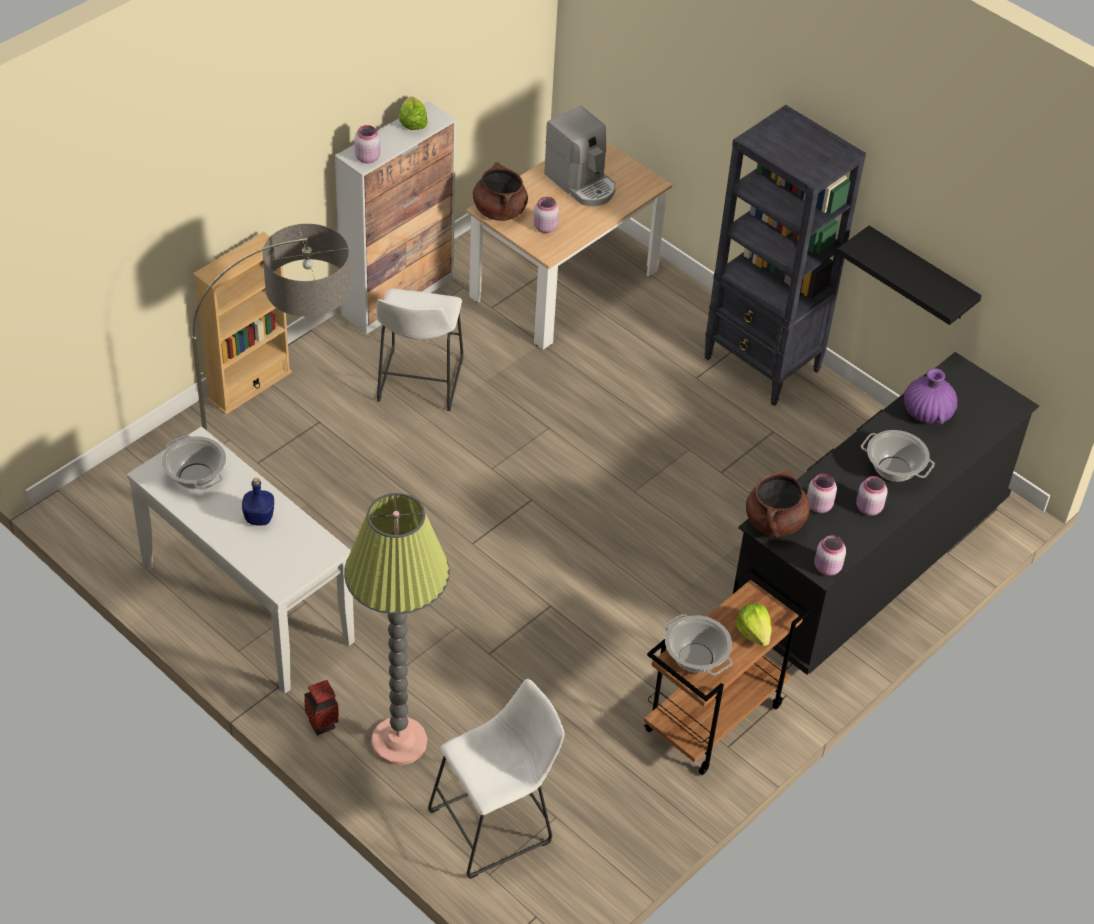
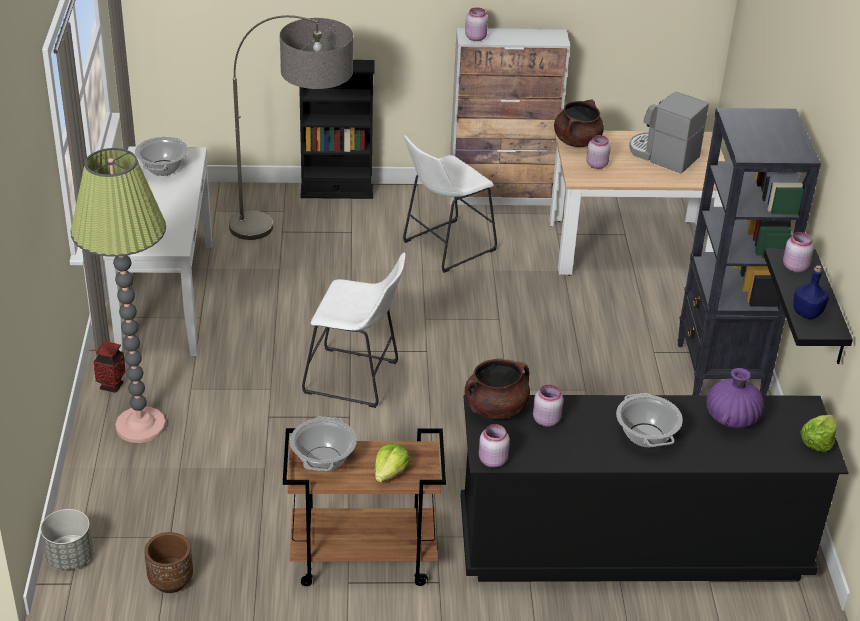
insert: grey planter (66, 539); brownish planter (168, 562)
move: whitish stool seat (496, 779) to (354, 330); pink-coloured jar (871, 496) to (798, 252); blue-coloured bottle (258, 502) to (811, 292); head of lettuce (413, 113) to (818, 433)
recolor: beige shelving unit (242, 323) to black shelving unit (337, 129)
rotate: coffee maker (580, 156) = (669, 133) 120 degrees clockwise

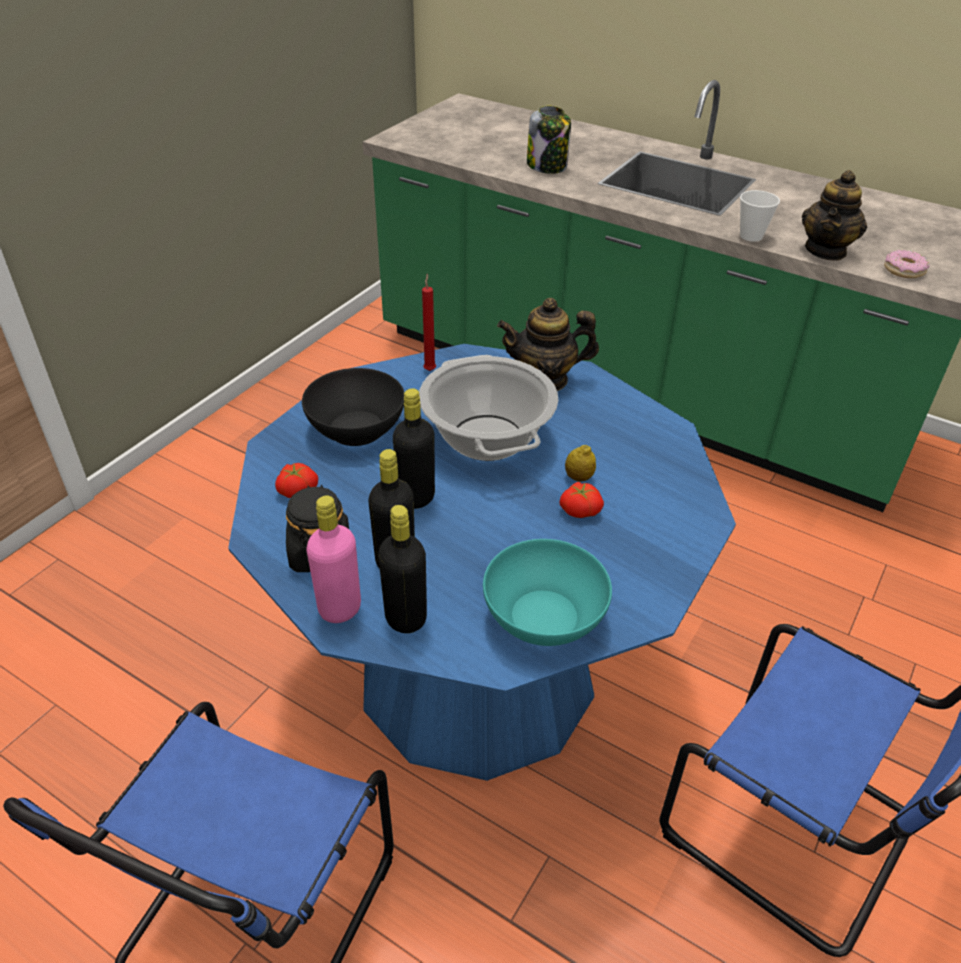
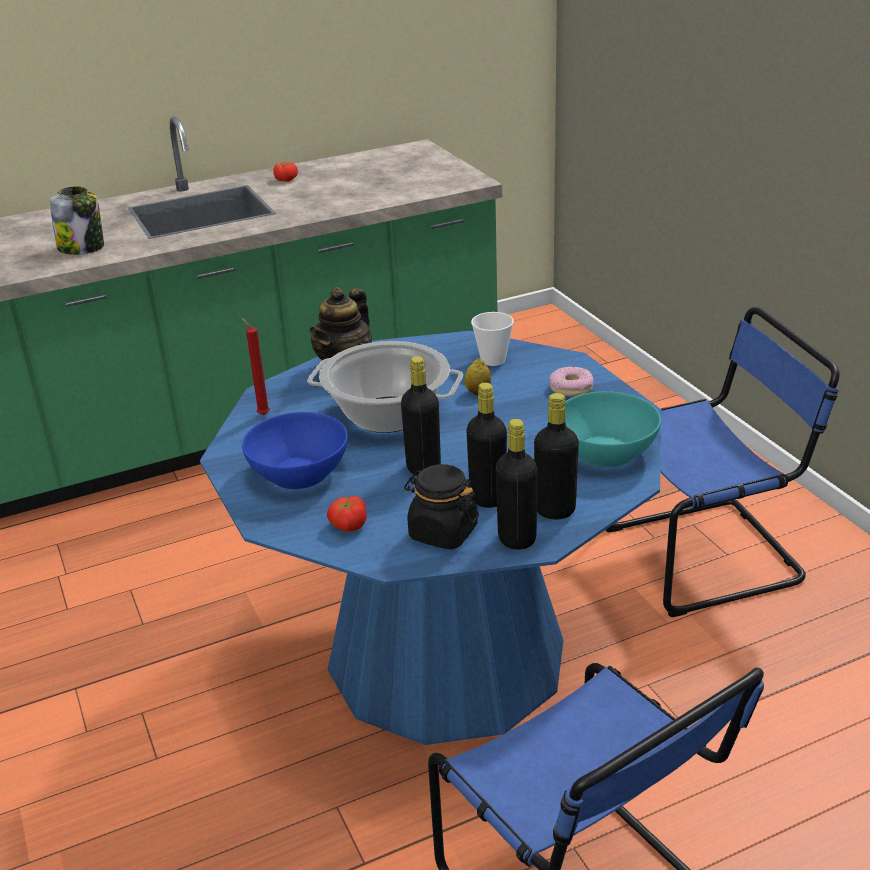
delete: tea pot (834, 215)
move: tomato (582, 500) to (285, 172); small cup (760, 216) to (492, 339); doughnut (907, 264) to (571, 382)
recolor: black bowl (353, 407) to blue-coloured bowl (295, 450); pink-coloured bottle (334, 559) to black bottle (517, 484)

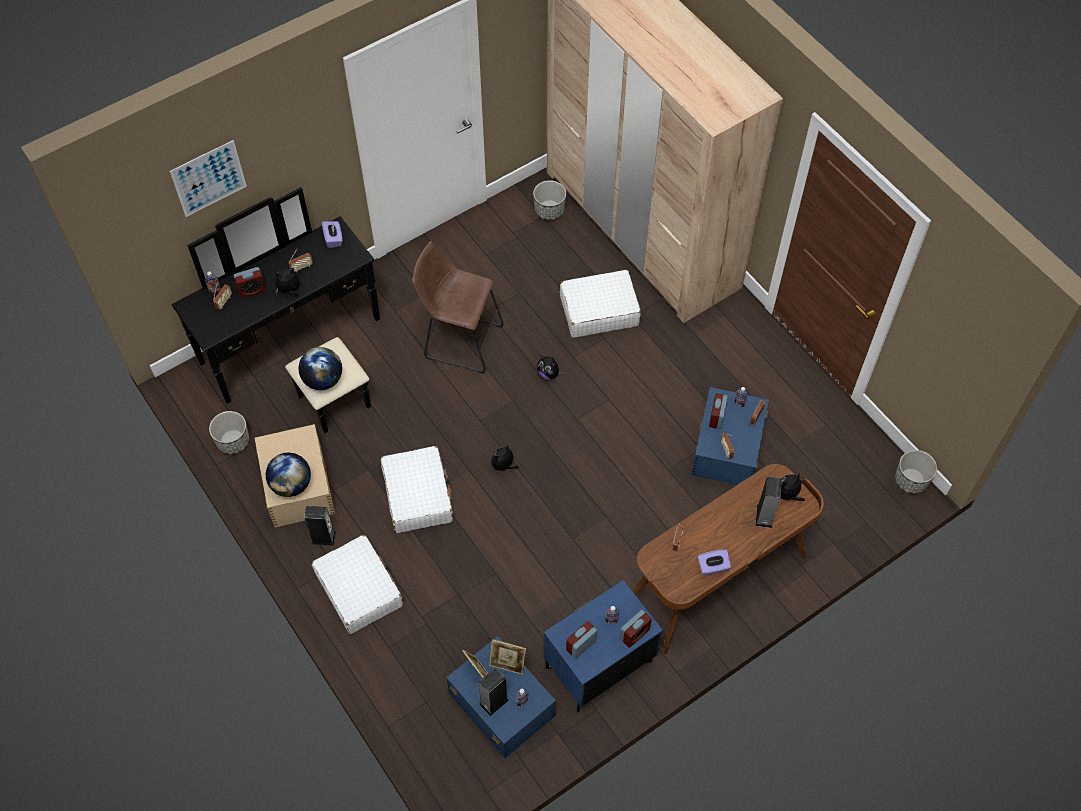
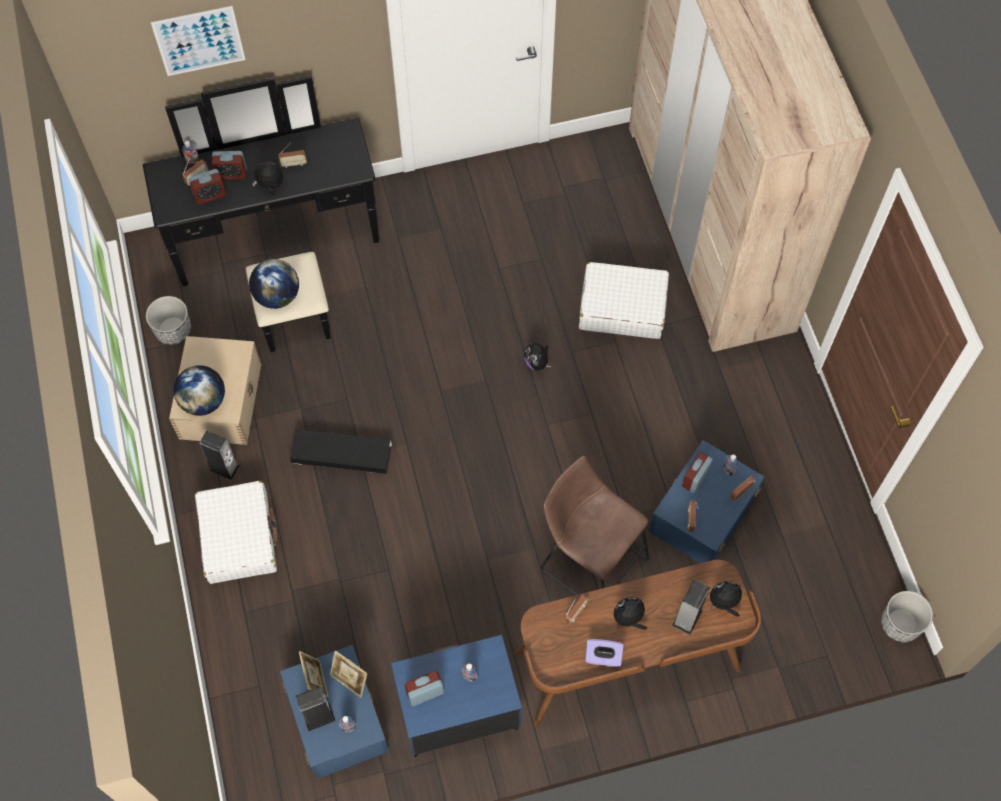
delete: purple tissue holder (332, 234); planter (549, 200)
move: alarm clock (636, 629) to (207, 187); brownish stool seat (458, 307) to (594, 525); cuddly toy (505, 458) to (630, 613)
replace: whitish suitcase (417, 489) to black storage container (341, 451)

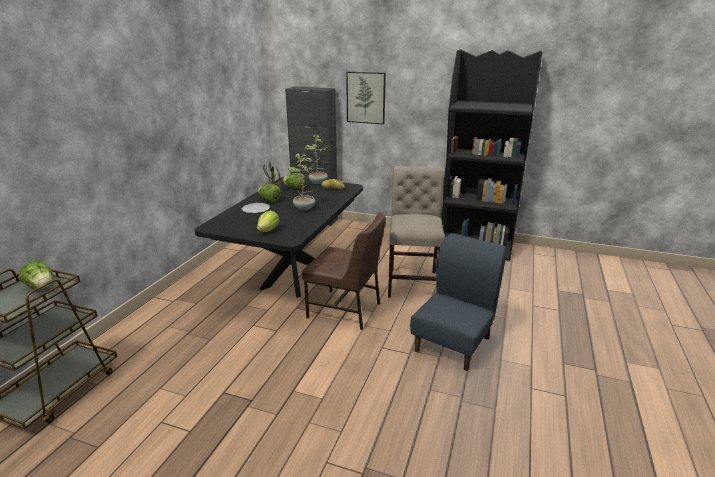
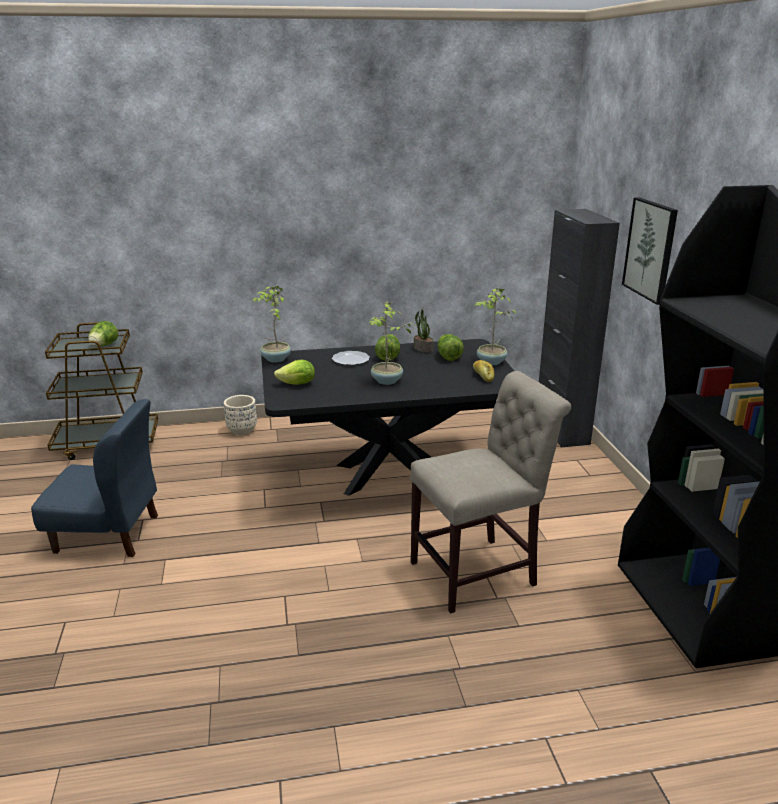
delete: brownish chair (344, 271)
insert: beige planter (240, 415); potted plant (271, 324)
move: blue-coloured chair (458, 302) to (94, 478)

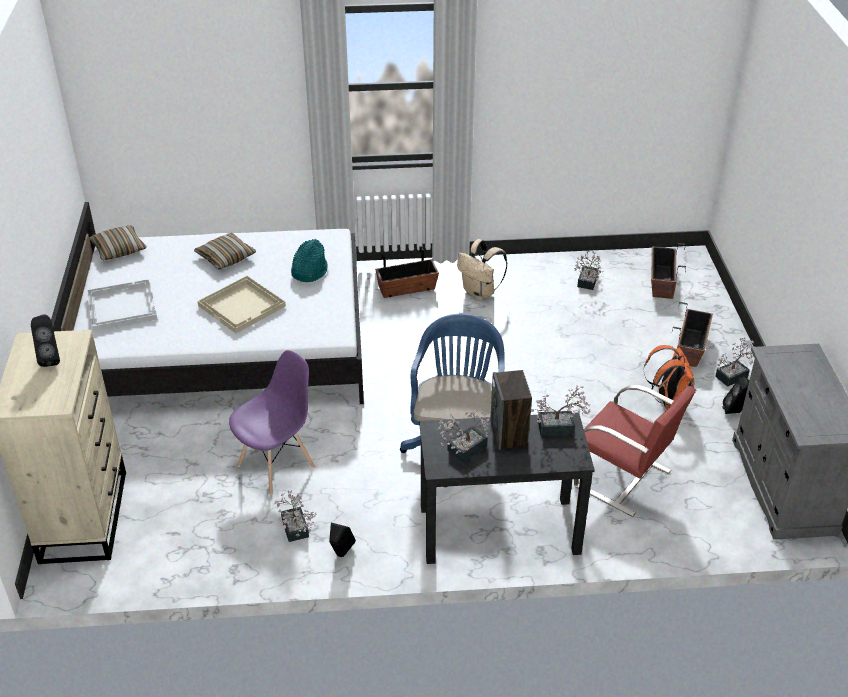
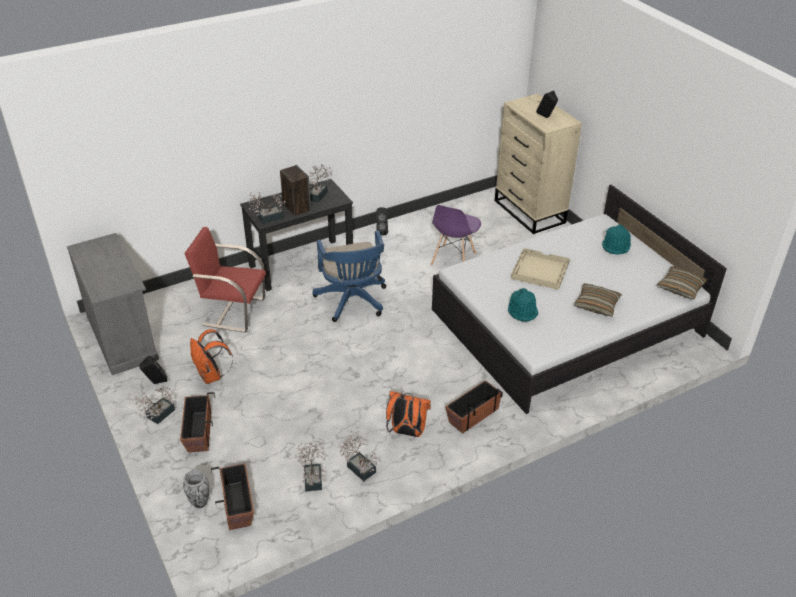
insert: vase (196, 489)
move: potted plant (296, 516) to (359, 456)
replace: whitish tray (122, 305) to blue-green hat (616, 240)
recolor: beige knapsack (482, 269) to orange knapsack (408, 414)

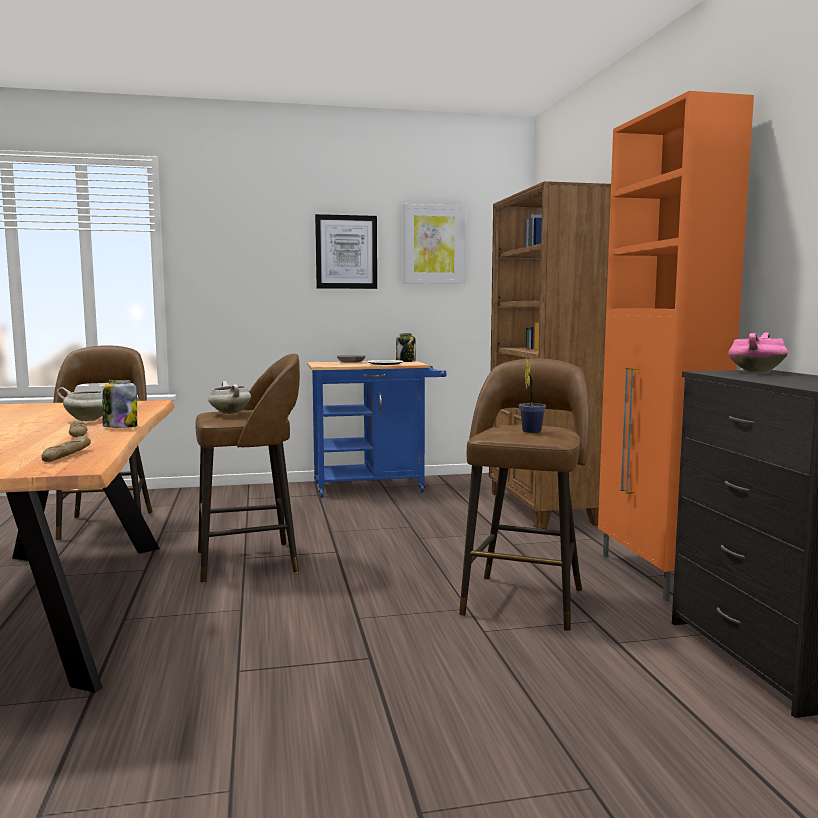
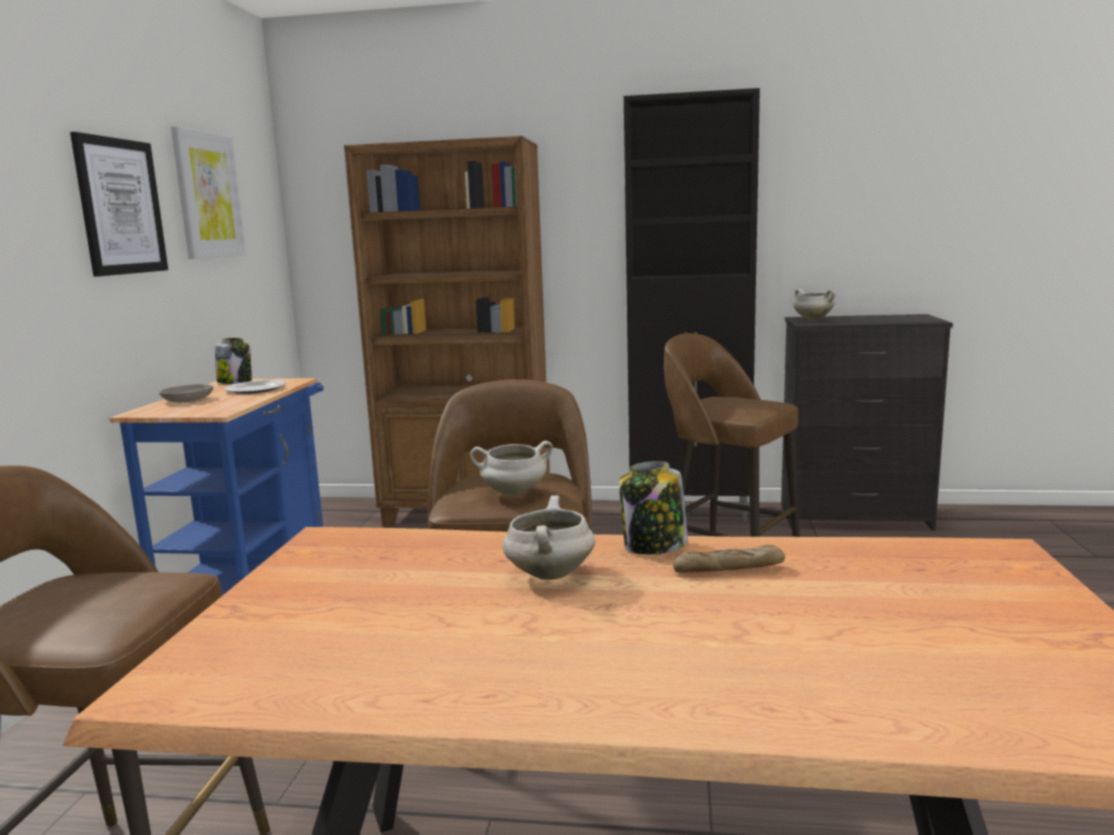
delete: bakery bread (66, 449); potted plant (532, 395)
recolor: orange cupboard (676, 346) to black cupboard (692, 304); pink-coloured stockpot (758, 353) to whitish stockpot (814, 304)

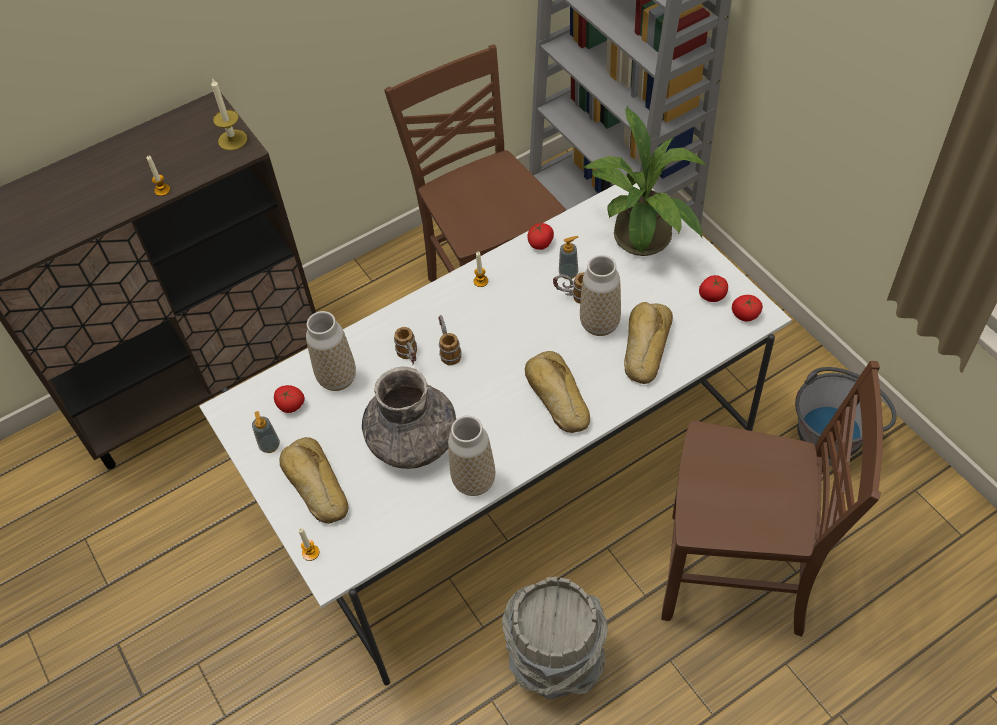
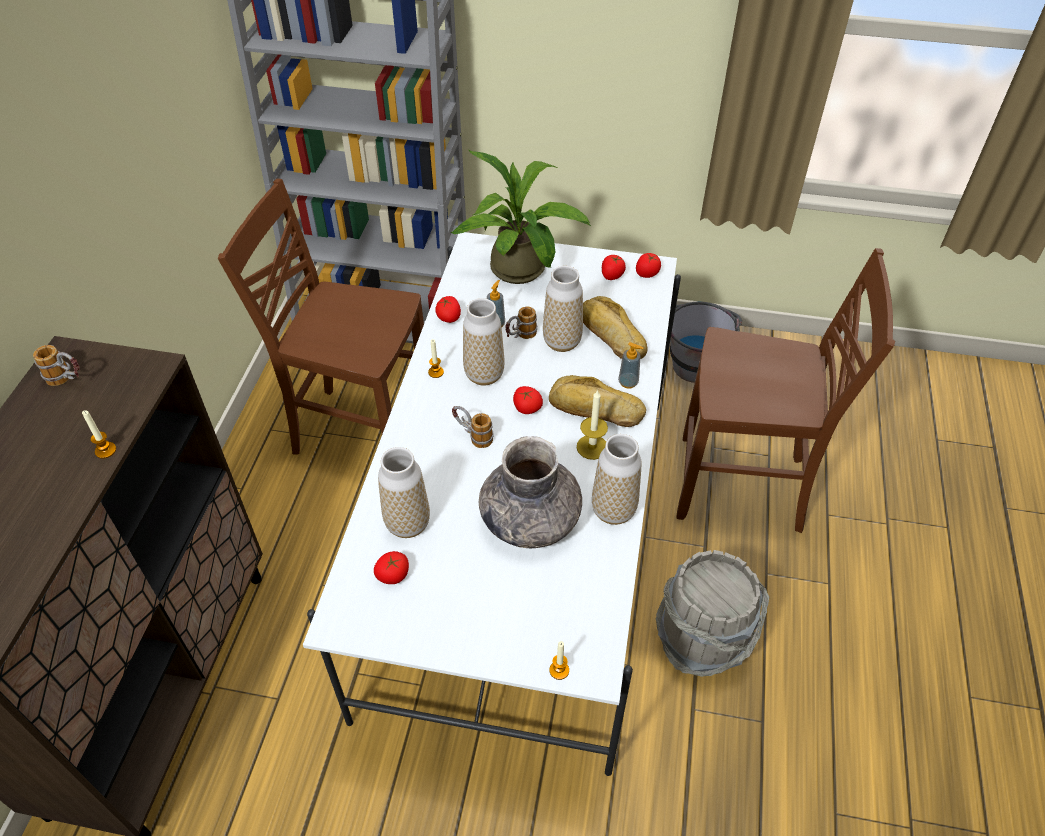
delete: bakery bread (314, 480)
insert: vase (484, 341); tomato (528, 400)
move: coffee mug (405, 346) to (56, 365); wax light (229, 114) to (592, 424); liquid soap bottle (266, 432) to (630, 365)
rotate: brownish chair (772, 499) = (785, 390) 45 degrees clockwise

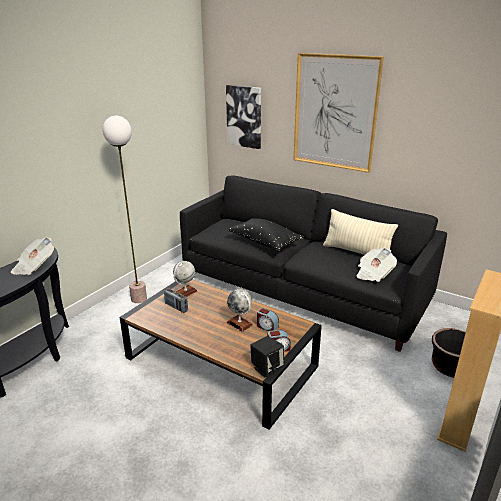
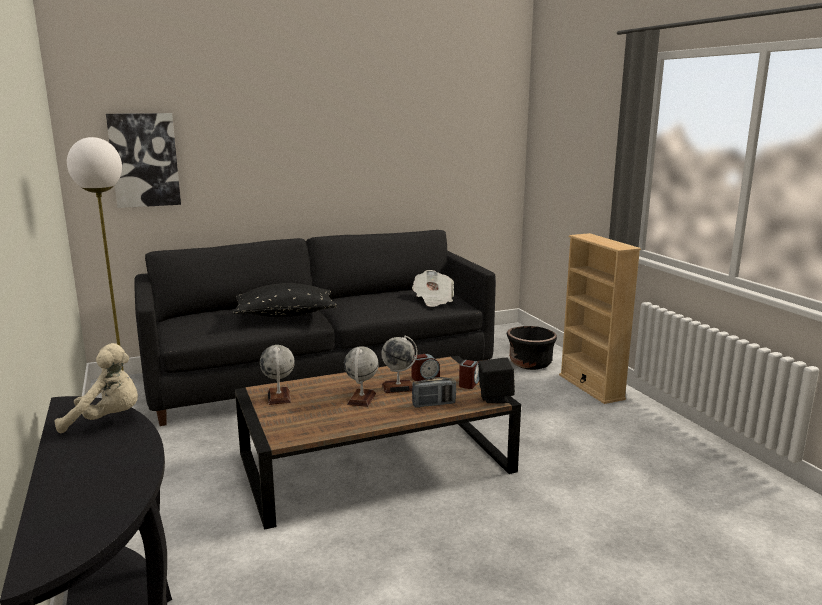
delete: wall picture (339, 113); beige pillow (360, 232)
insert: desk globe (361, 376)
move: radio receiver (176, 300) to (434, 392)
replace: daily paper (32, 256) to beige cuddly toy (96, 388)

